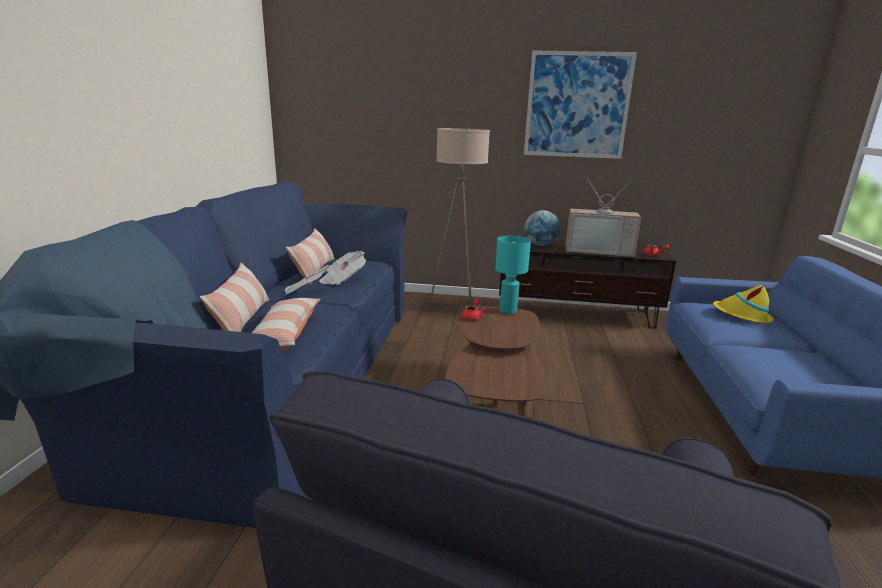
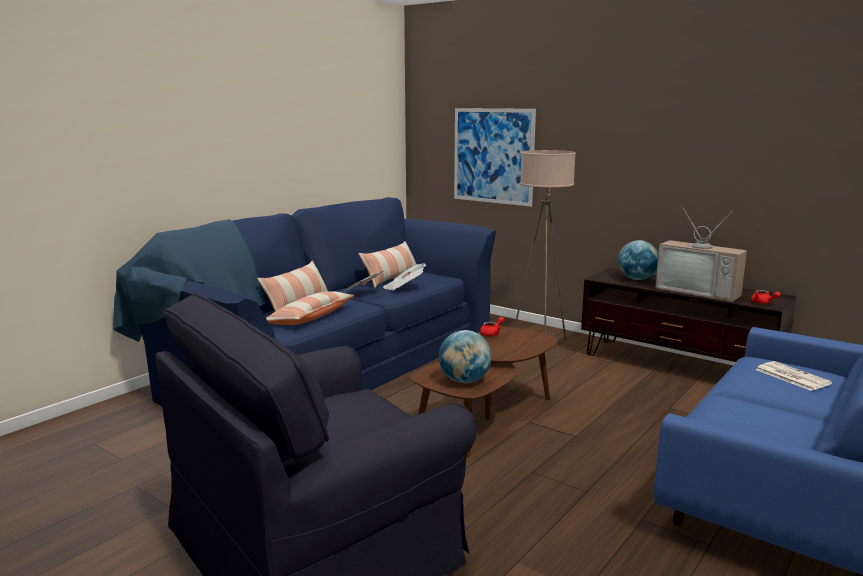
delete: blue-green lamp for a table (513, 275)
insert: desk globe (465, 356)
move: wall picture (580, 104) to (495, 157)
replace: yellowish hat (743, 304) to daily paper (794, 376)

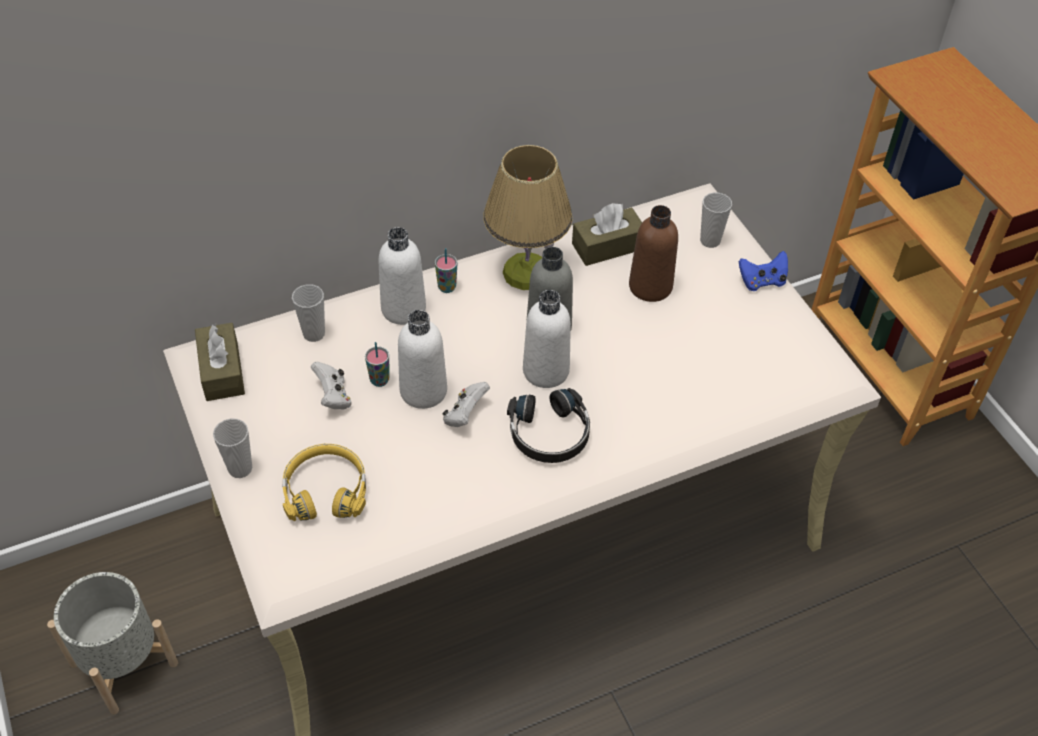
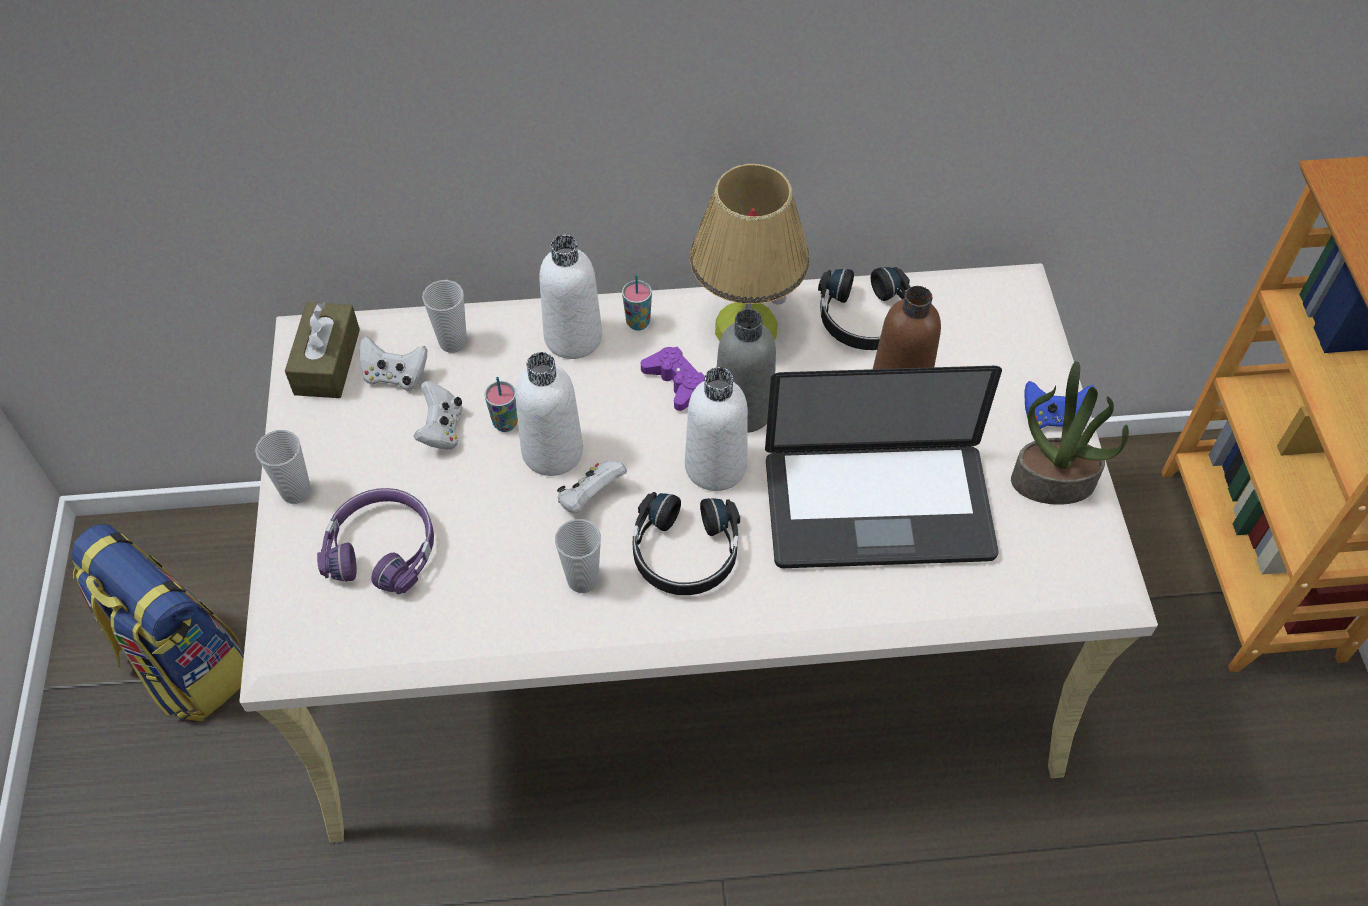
insert: whitish joypad (394, 363); purple joypad (673, 379); portable computer (883, 467); potted plant (1070, 433)
move: small cup (716, 220) to (578, 556)
replace: grey planter (112, 643) to knapsack (158, 622); brownish tissue holder (607, 234) to black pair of headphones (864, 308)
recolor: yellowish pair of headphones (324, 482) to purple pair of headphones (375, 541)

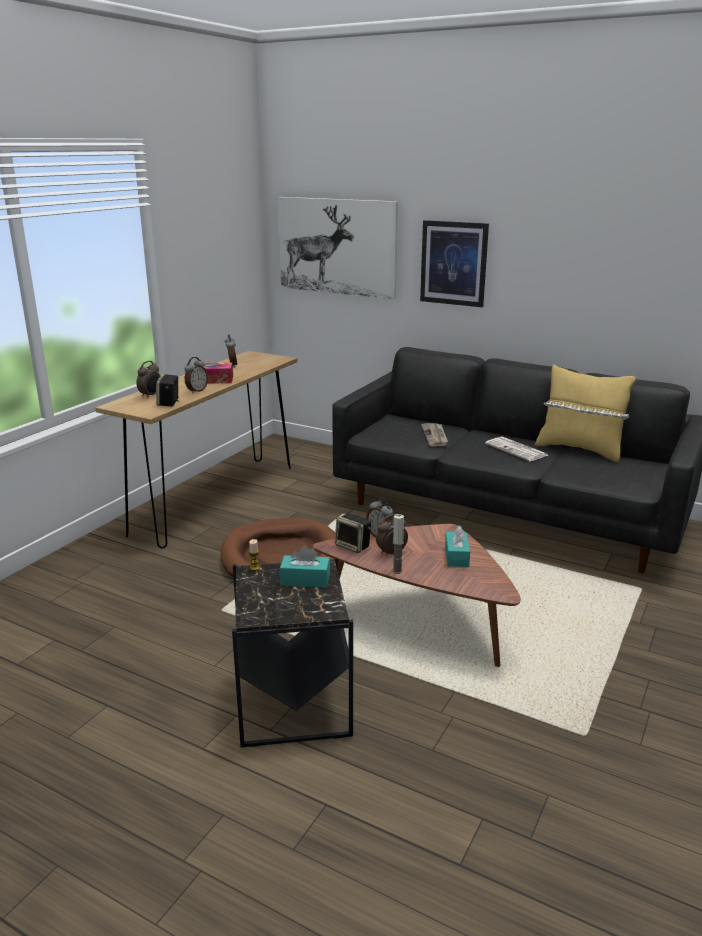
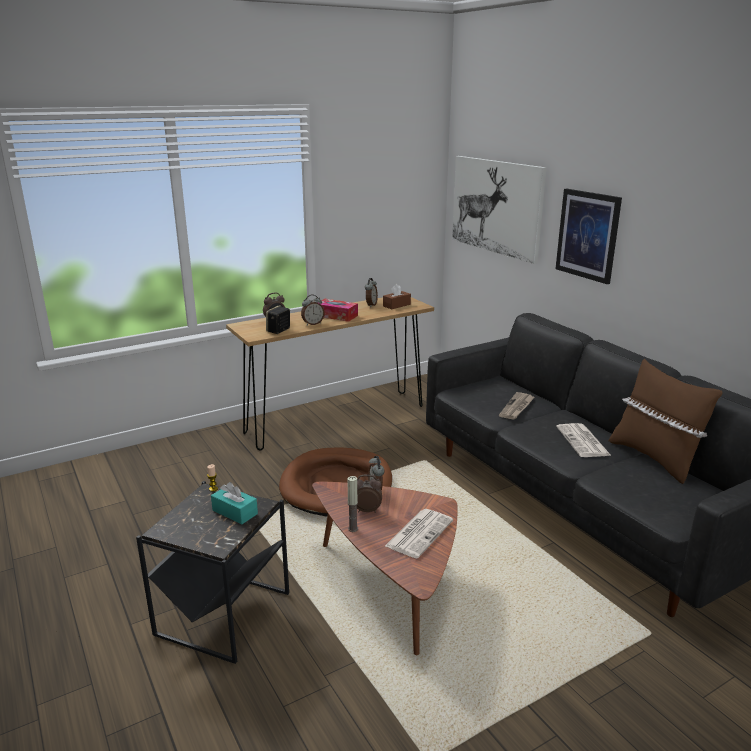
delete: audio speaker (353, 533)
insert: brownish tissue holder (397, 296)
replace: blue-green tissue holder (457, 546) to daily paper (419, 533)
recolor: yellowish pillow (585, 413) to brownish pillow (666, 421)

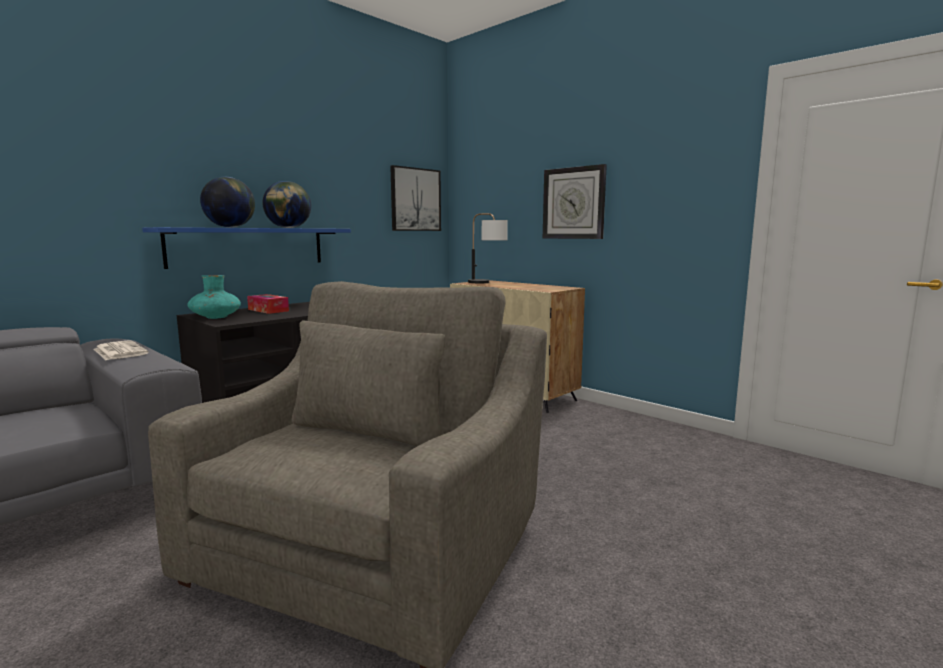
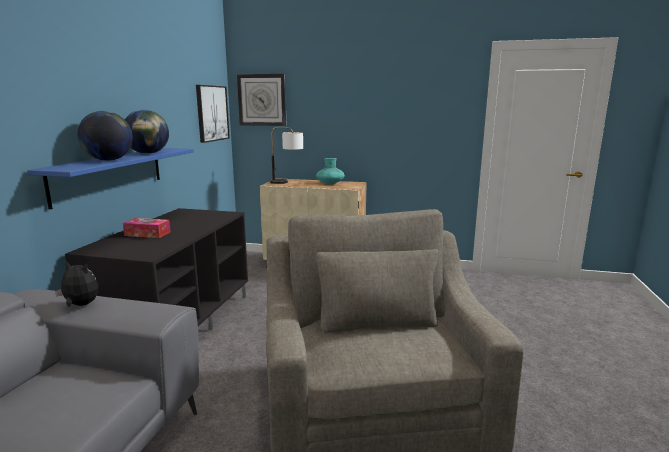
move: wall clock (575, 201) to (262, 100); blue-green vase (214, 297) to (330, 171)
replace: daily paper (121, 350) to cuddly toy (76, 283)

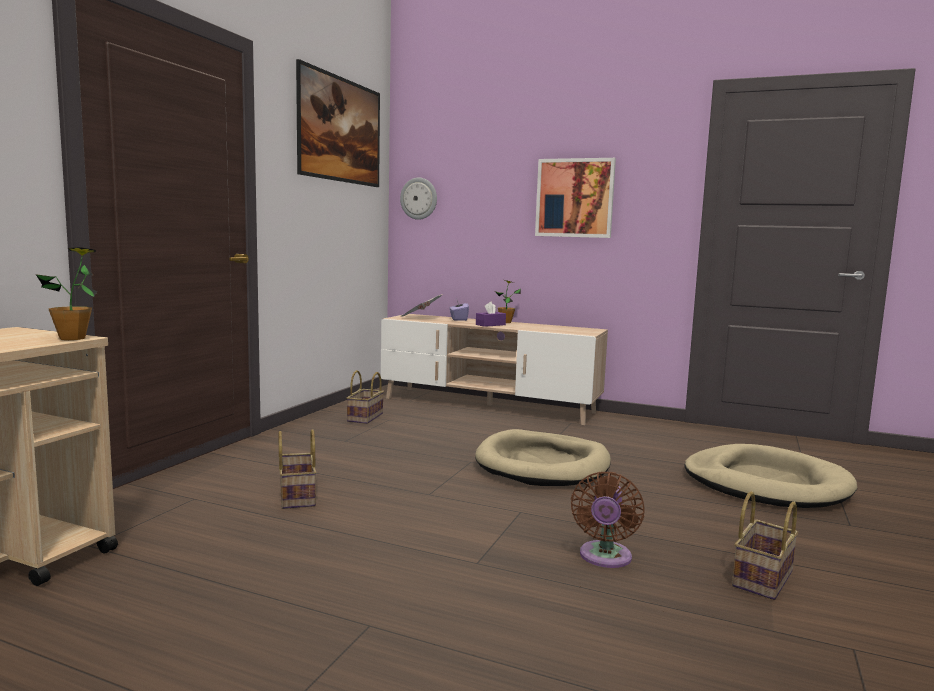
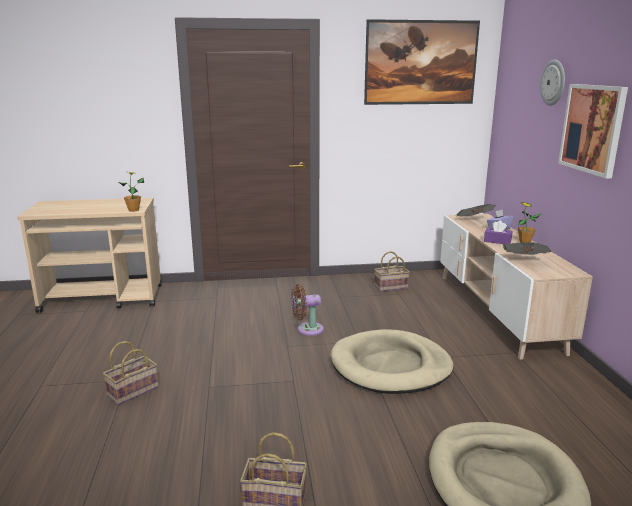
insert: daily paper (527, 248)
move: storage basket (298, 469) to (131, 373); brownish fan (607, 520) to (307, 310); wall clock (418, 199) to (552, 83)

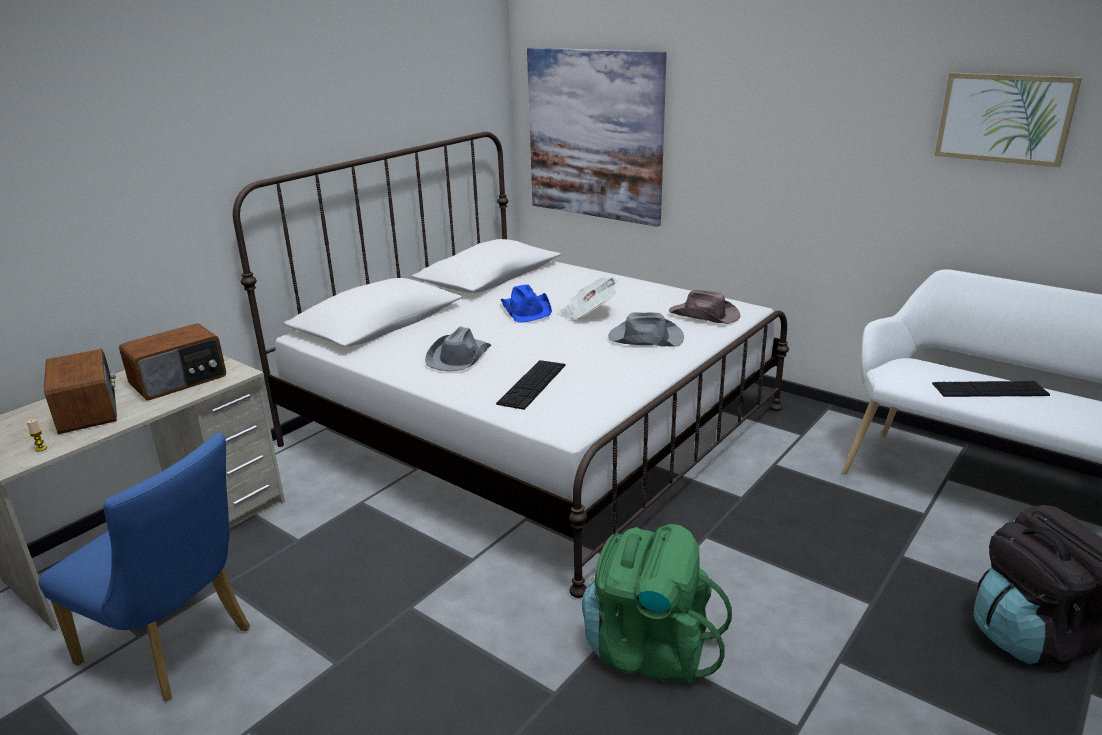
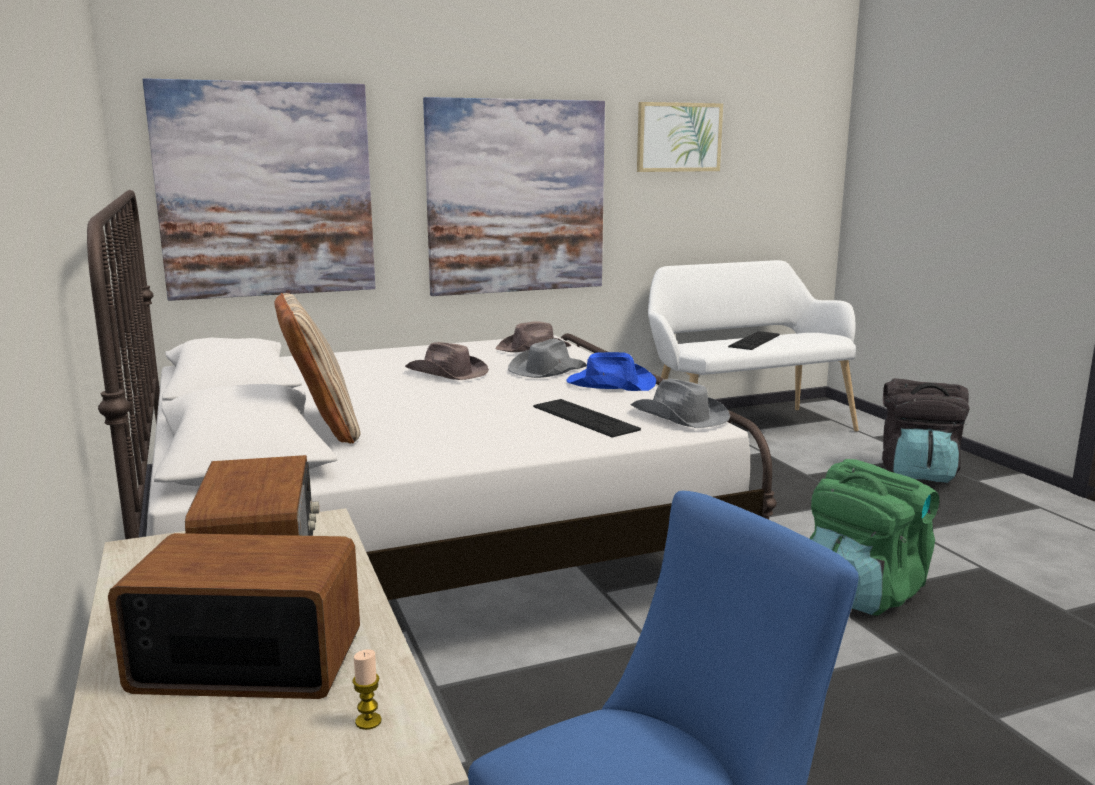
insert: beige pillow (317, 368); wall picture (514, 196)
move: blue-coloured hat (526, 303) to (611, 371); grey hat (458, 349) to (680, 403)
replace: daily paper (587, 299) to brownish hat (447, 361)

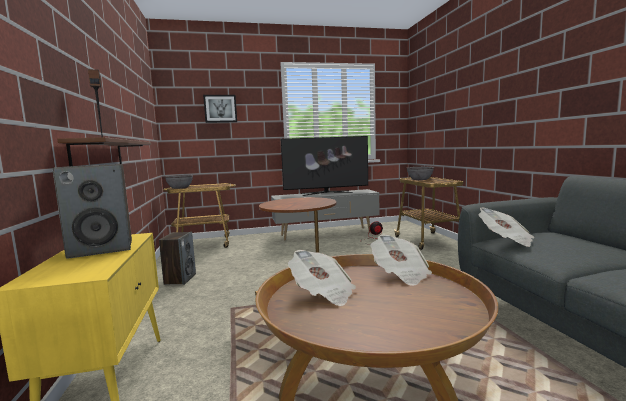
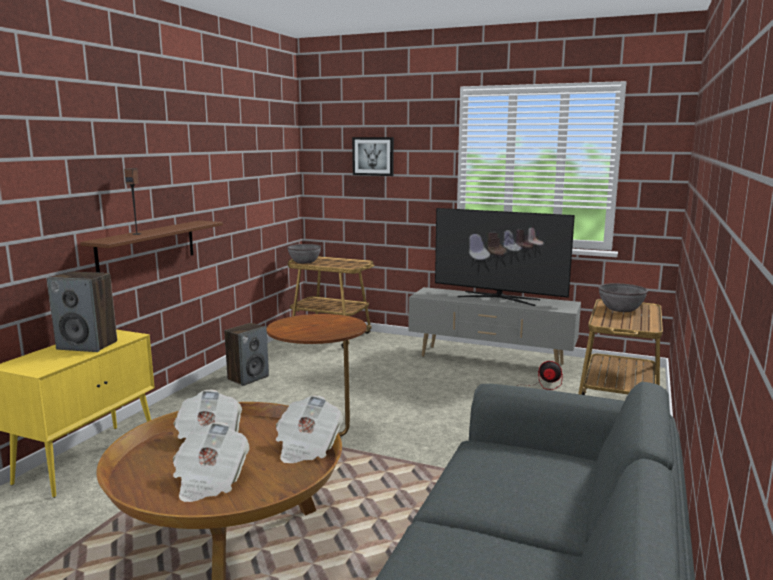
move: daily paper (506, 227) to (210, 462)

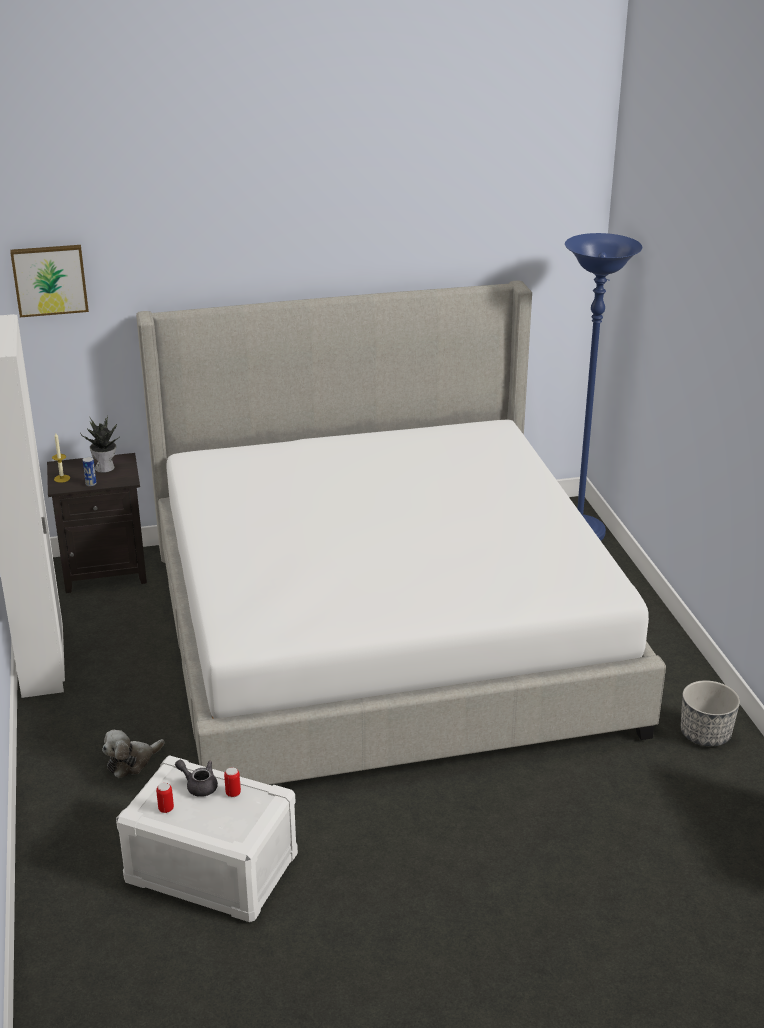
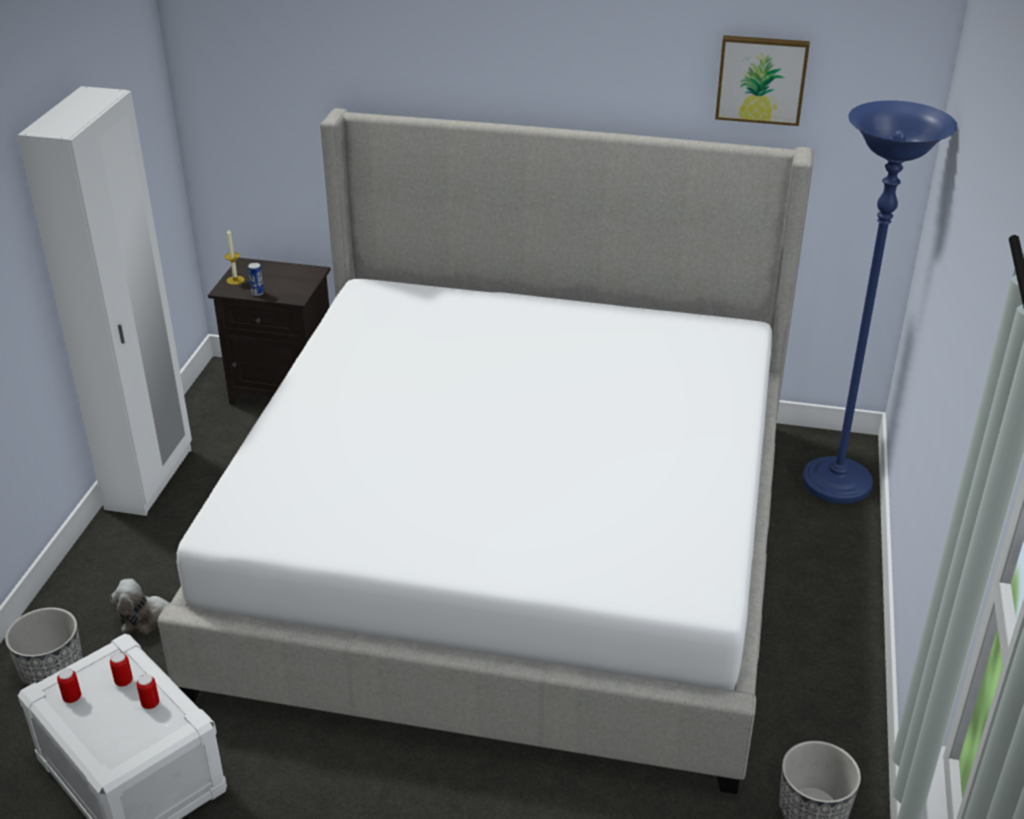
delete: potted plant (99, 444)
insert: planter (44, 646)
move: wall picture (49, 281) to (762, 80)
replace: grey tea pot (196, 778) to metal can (121, 670)

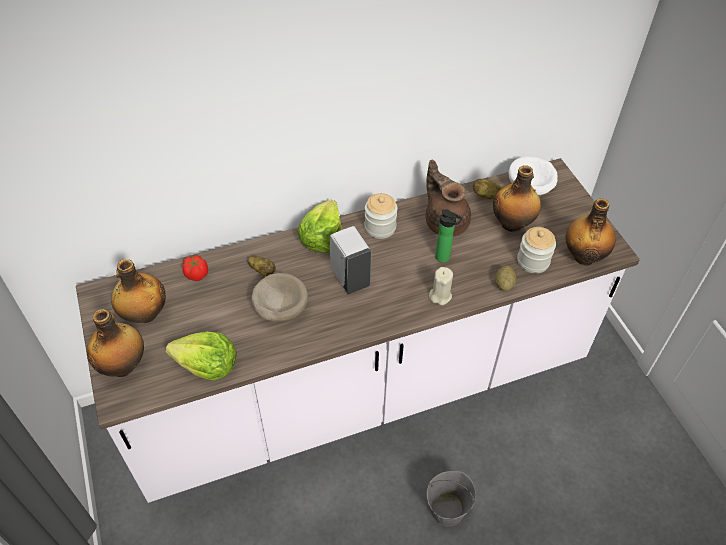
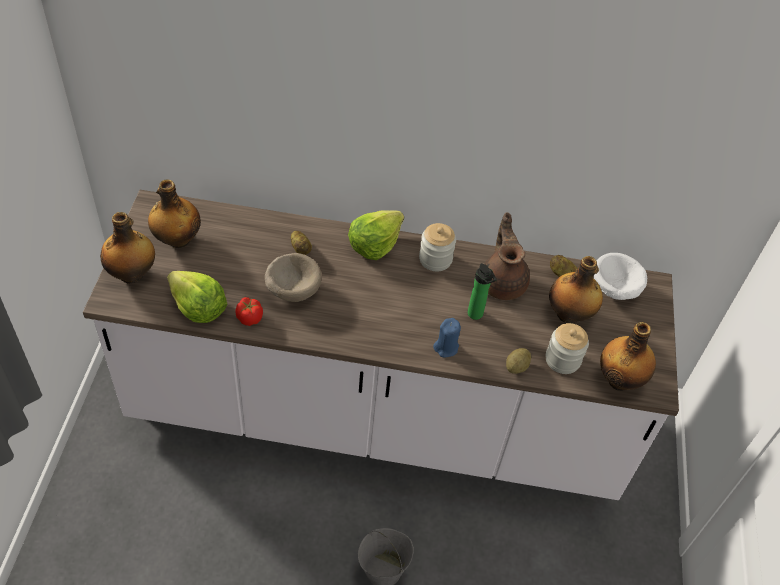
delete: whitish liquid soap bottle (350, 260)
move: tomato (195, 268) to (249, 311)
recolor: beige wax light (441, 286) to blue-coloured wax light (447, 337)

